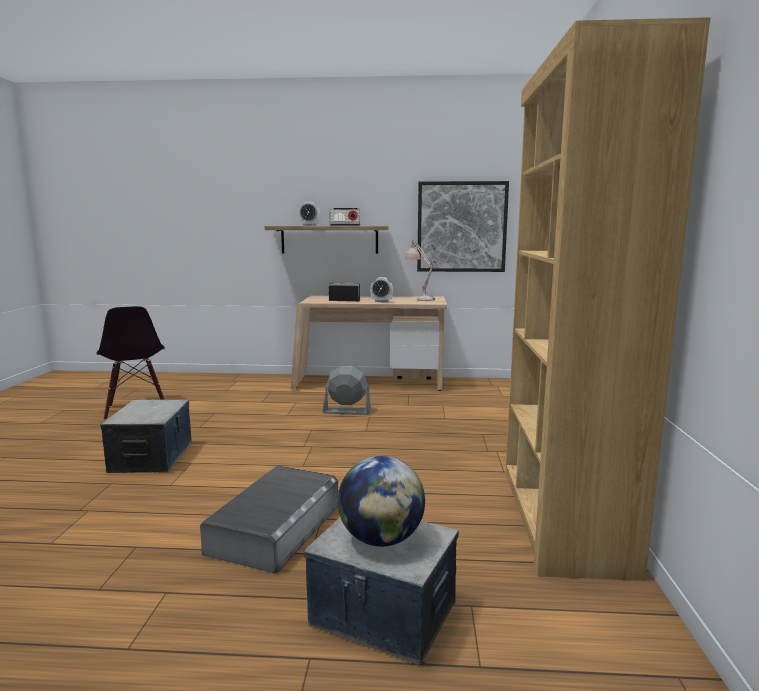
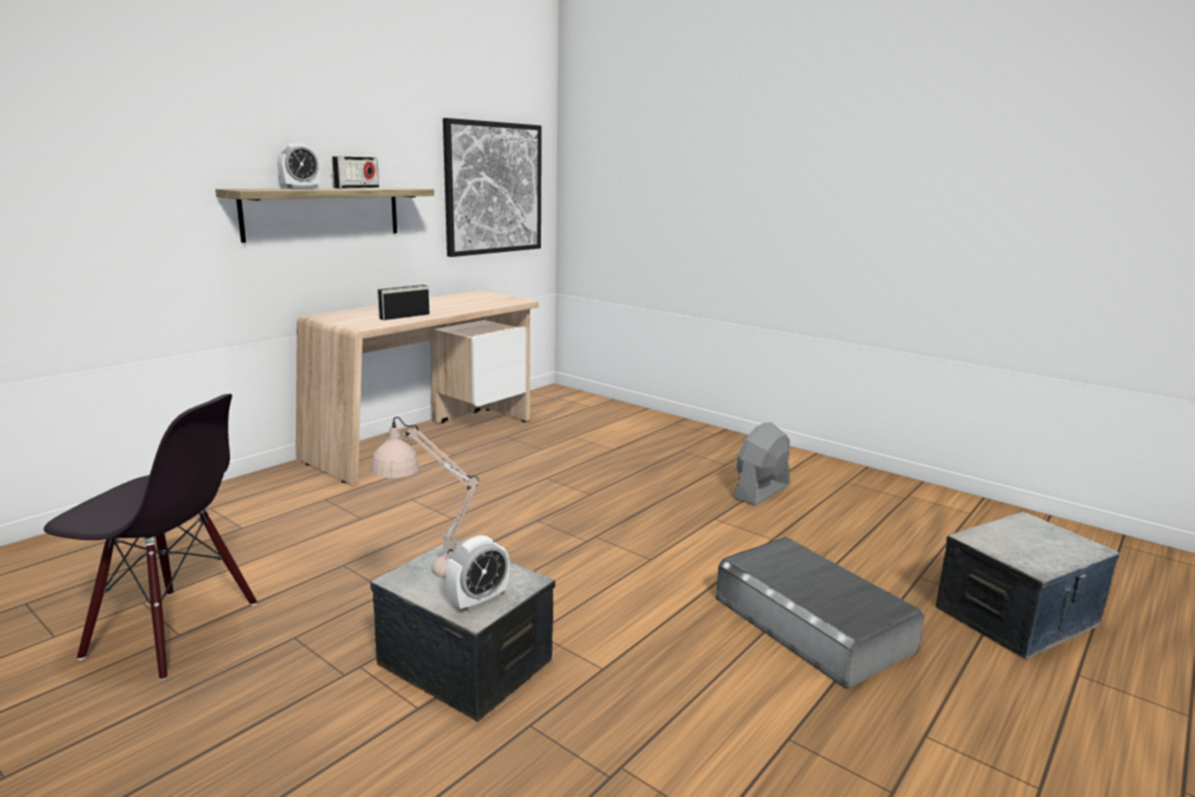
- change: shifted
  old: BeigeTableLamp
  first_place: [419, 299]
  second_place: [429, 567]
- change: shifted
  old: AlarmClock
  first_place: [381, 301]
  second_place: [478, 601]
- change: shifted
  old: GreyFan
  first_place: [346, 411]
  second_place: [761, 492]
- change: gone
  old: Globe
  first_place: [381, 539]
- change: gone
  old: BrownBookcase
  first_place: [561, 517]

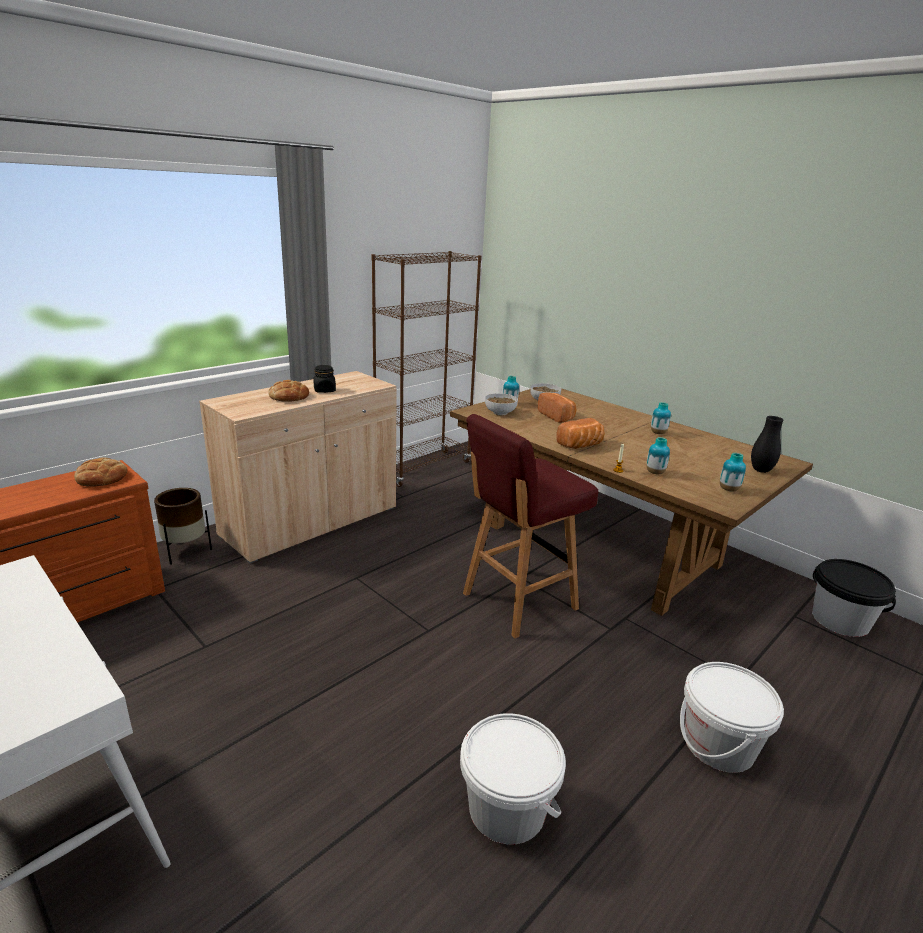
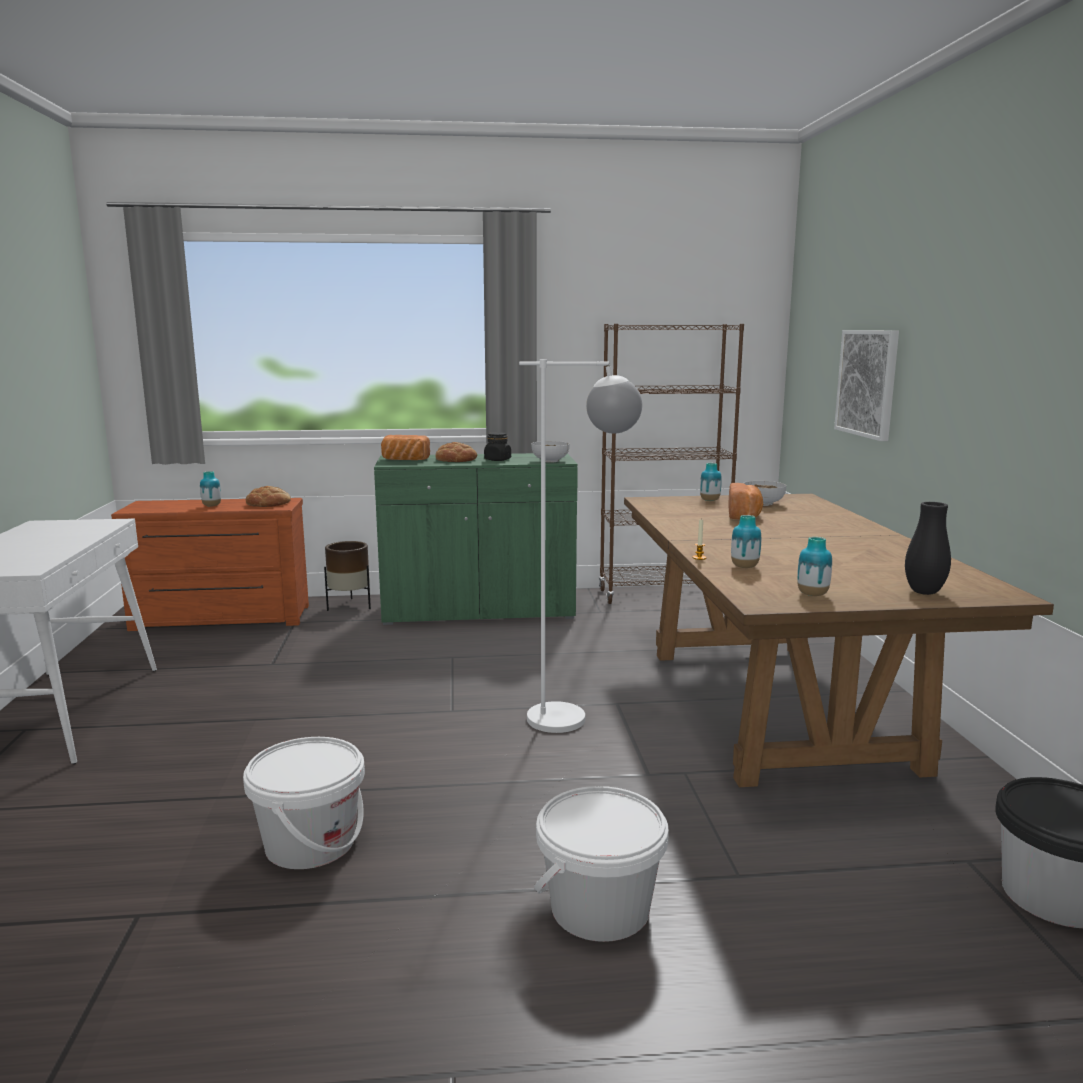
- change: shifted
  old: Vase
  first_place: [658, 433]
  second_place: [211, 506]
- change: repainted
  old: BeigeCabinet
  new: GreenCabinet
  first_place: [311, 522]
  second_place: [478, 610]
- change: shifted
  old: Bread
  first_place: [581, 445]
  second_place: [404, 460]
- change: swapped
  old: RedStool
  new: WhiteFloorLamp
  first_place: [517, 602]
  second_place: [577, 719]
- change: shifted
  old: Bowl
  first_place: [500, 413]
  second_place: [549, 461]
- change: new
  new: Picture
  second_place: [867, 383]

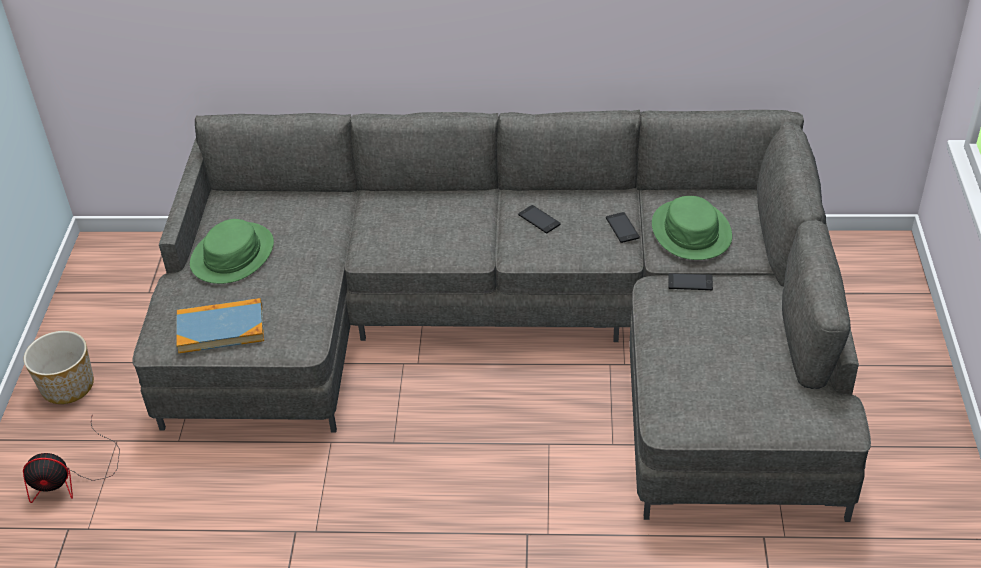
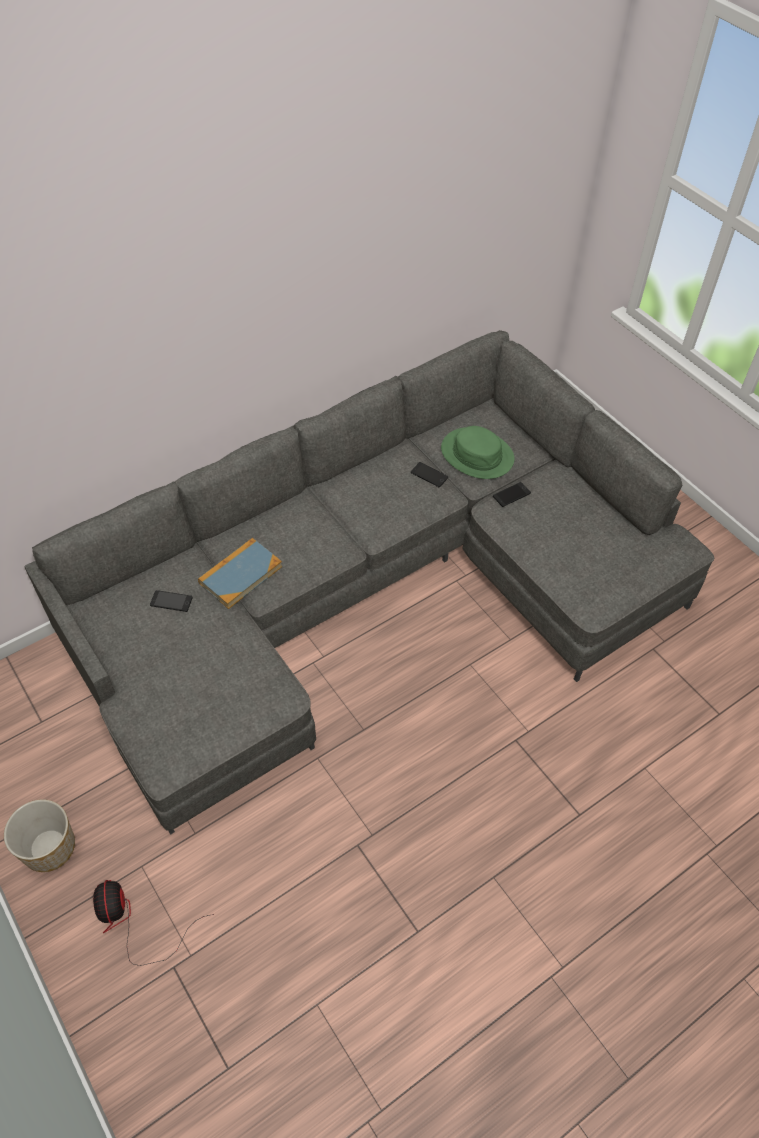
- change: rotated
  old: Fan
  first_place: [72, 477]
  second_place: [132, 922]
  degrees: 120
- change: shifted
  old: Phone
  first_place: [539, 219]
  second_place: [171, 601]
- change: shifted
  old: Book
  first_place: [221, 328]
  second_place: [240, 575]
- change: gone
  old: GreenHat
  first_place: [233, 254]

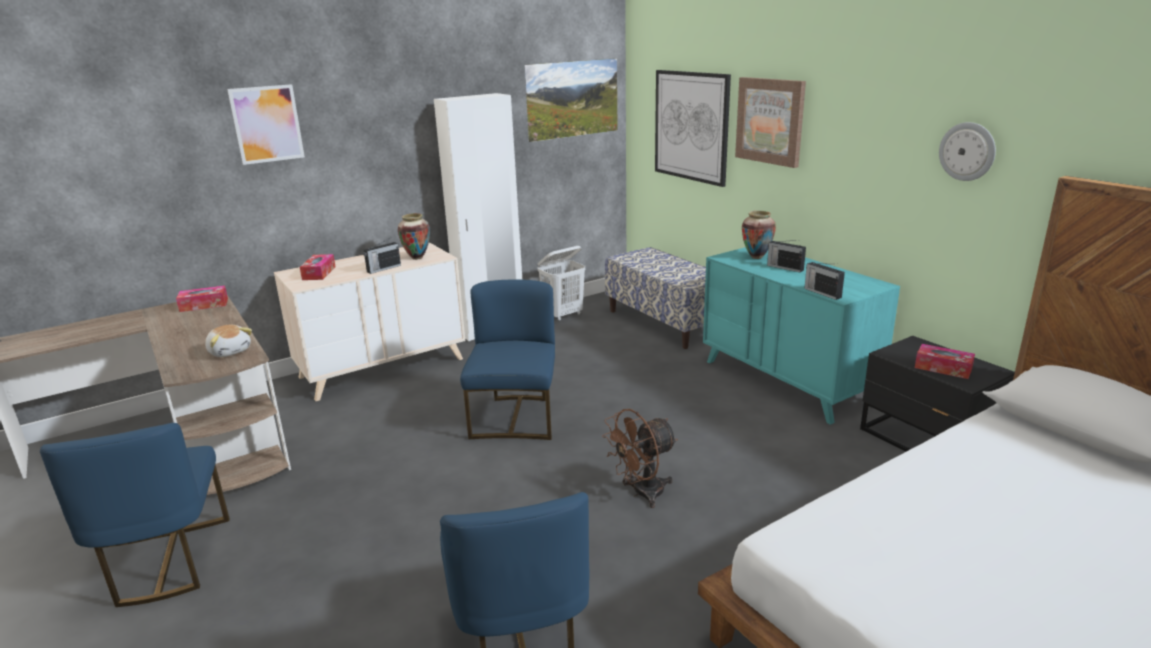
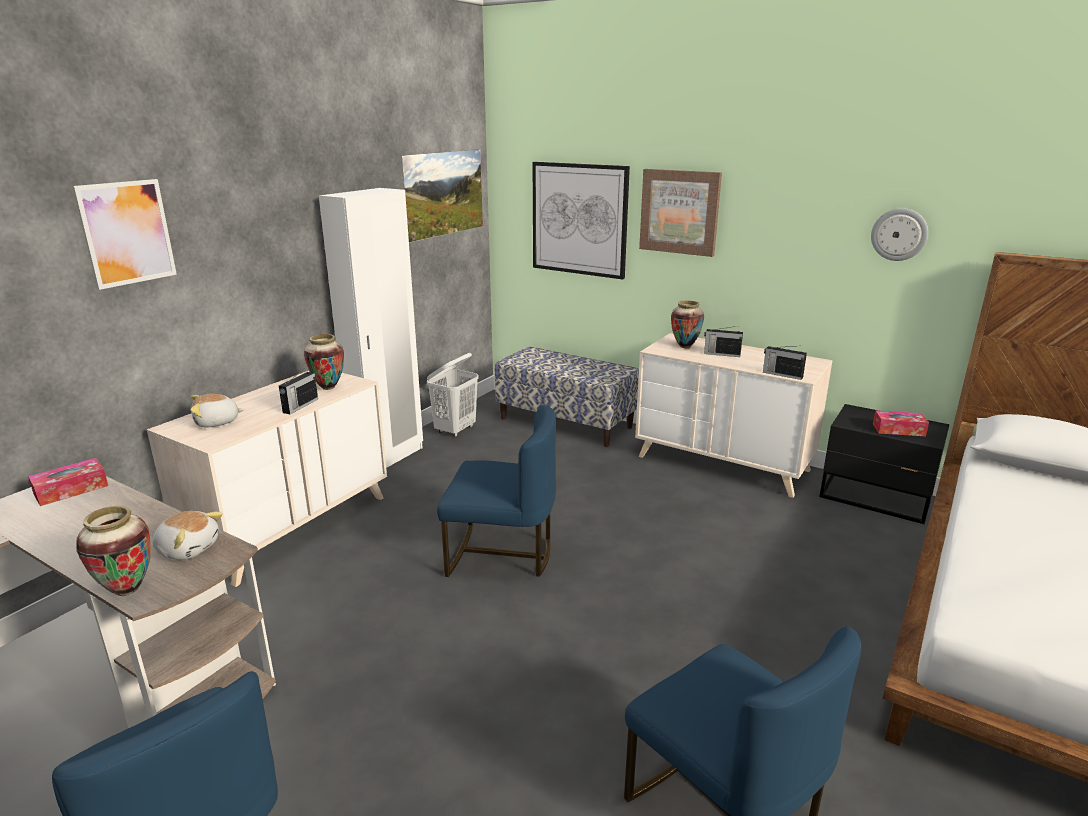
- change: new
  new: Vase
  second_place: [127, 590]
- change: swapped
  old: TissueBox
  new: PlushToy
  first_place: [319, 273]
  second_place: [217, 422]
- change: rotated
  old: BlueChair
  first_place: [515, 418]
  second_place: [501, 554]
  degrees: 120
- change: repainted
  old: TurquoiseDresser
  new: BeigeDresser
  first_place: [787, 381]
  second_place: [723, 463]
- change: gone
  old: BrownFan
  first_place: [641, 493]

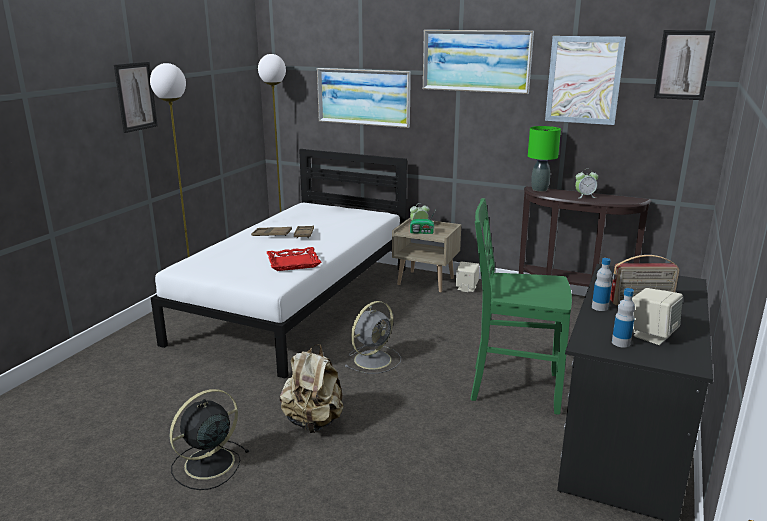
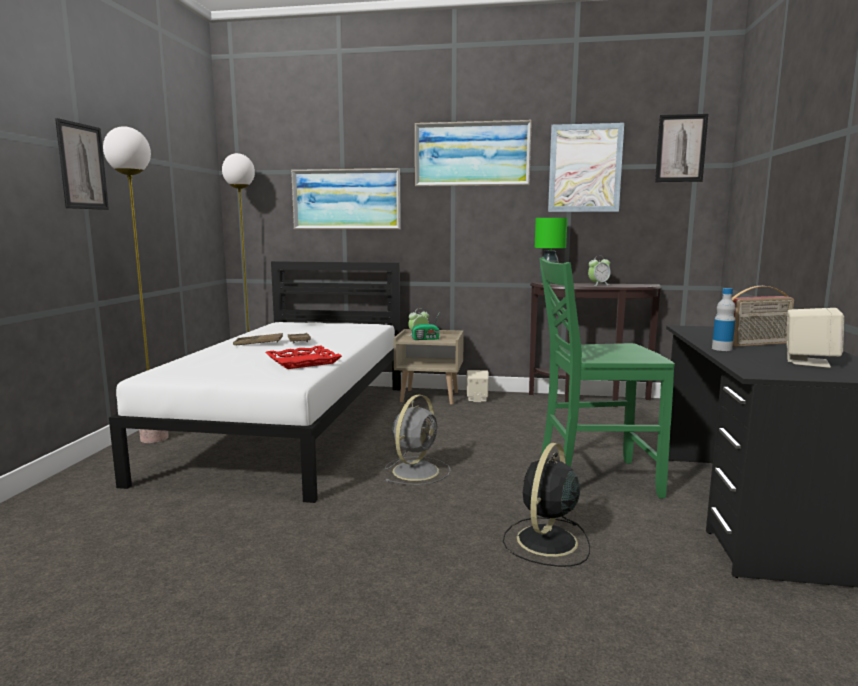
- change: shifted
  old: BlackFan
  first_place: [207, 464]
  second_place: [546, 542]
- change: gone
  old: BeigeBackpack
  first_place: [314, 422]
- change: gone
  old: Bottle
  first_place: [620, 343]

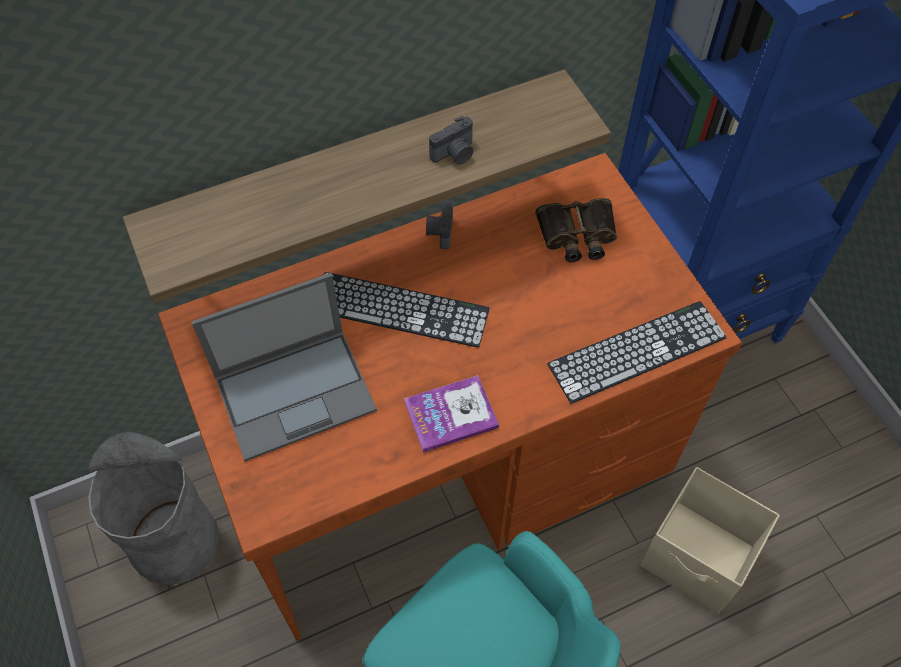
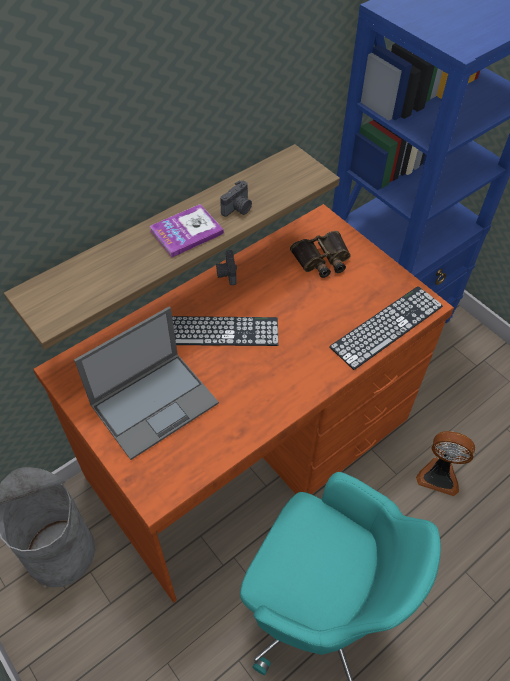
- change: shifted
  old: Book
  first_place: [451, 415]
  second_place: [186, 232]
- change: swapped
  old: BeigeStorageBox
  new: Fan
  first_place: [697, 558]
  second_place: [439, 475]

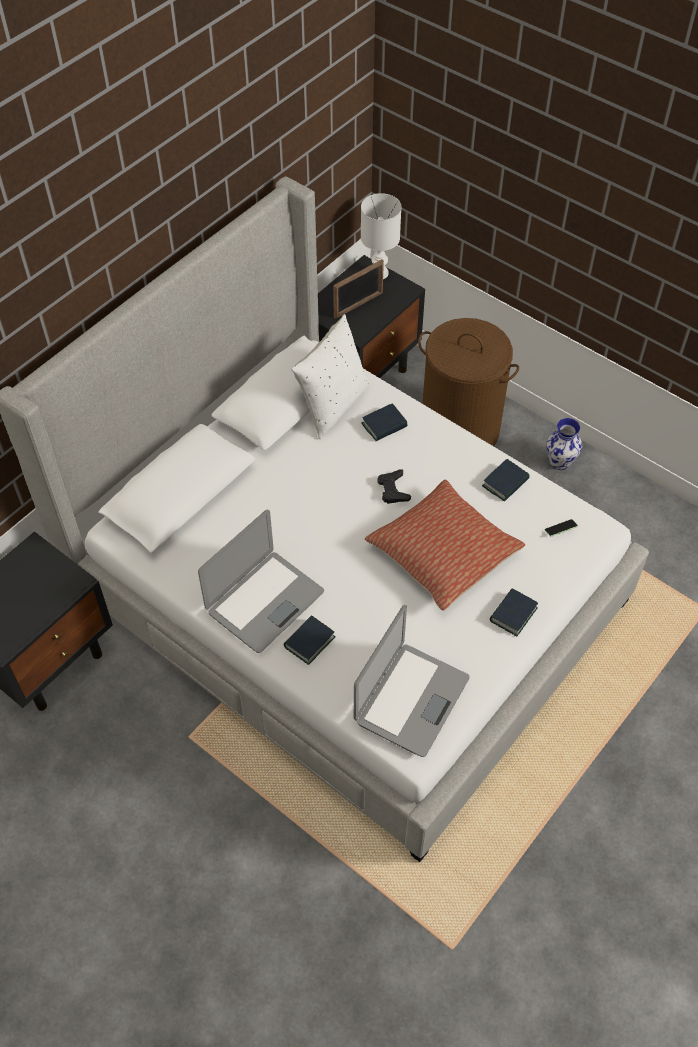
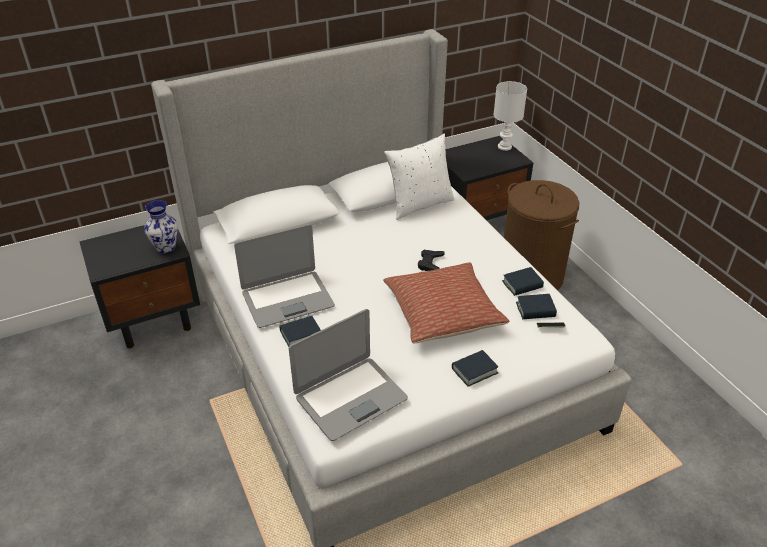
- change: shifted
  old: Vase
  first_place: [560, 462]
  second_place: [166, 247]
- change: shifted
  old: Book
  first_place: [384, 425]
  second_place: [535, 310]
- change: gone
  old: PictureFrame
  first_place: [358, 305]

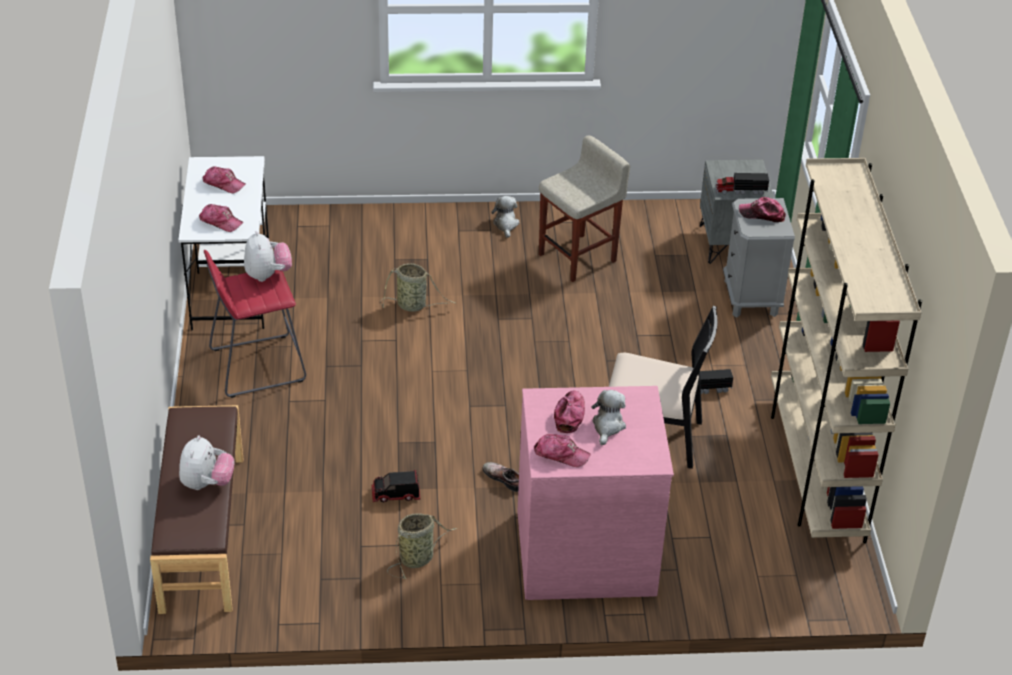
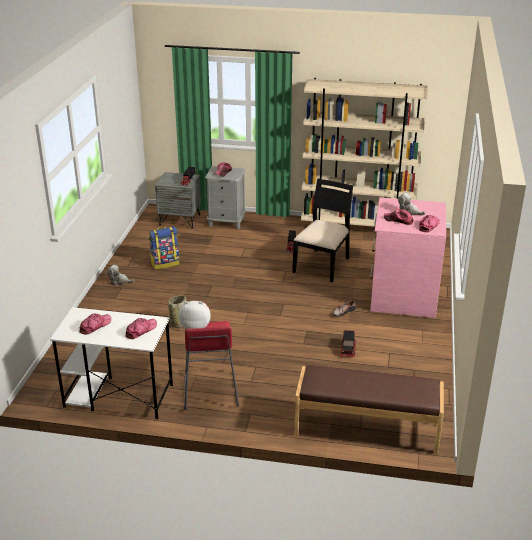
- change: swapped
  old: BeigeStool
  new: Backpack
  first_place: [578, 257]
  second_place: [165, 263]
- change: gone
  old: PlushToy
  first_place: [207, 483]
- change: gone
  old: Basket
  first_place: [418, 558]

